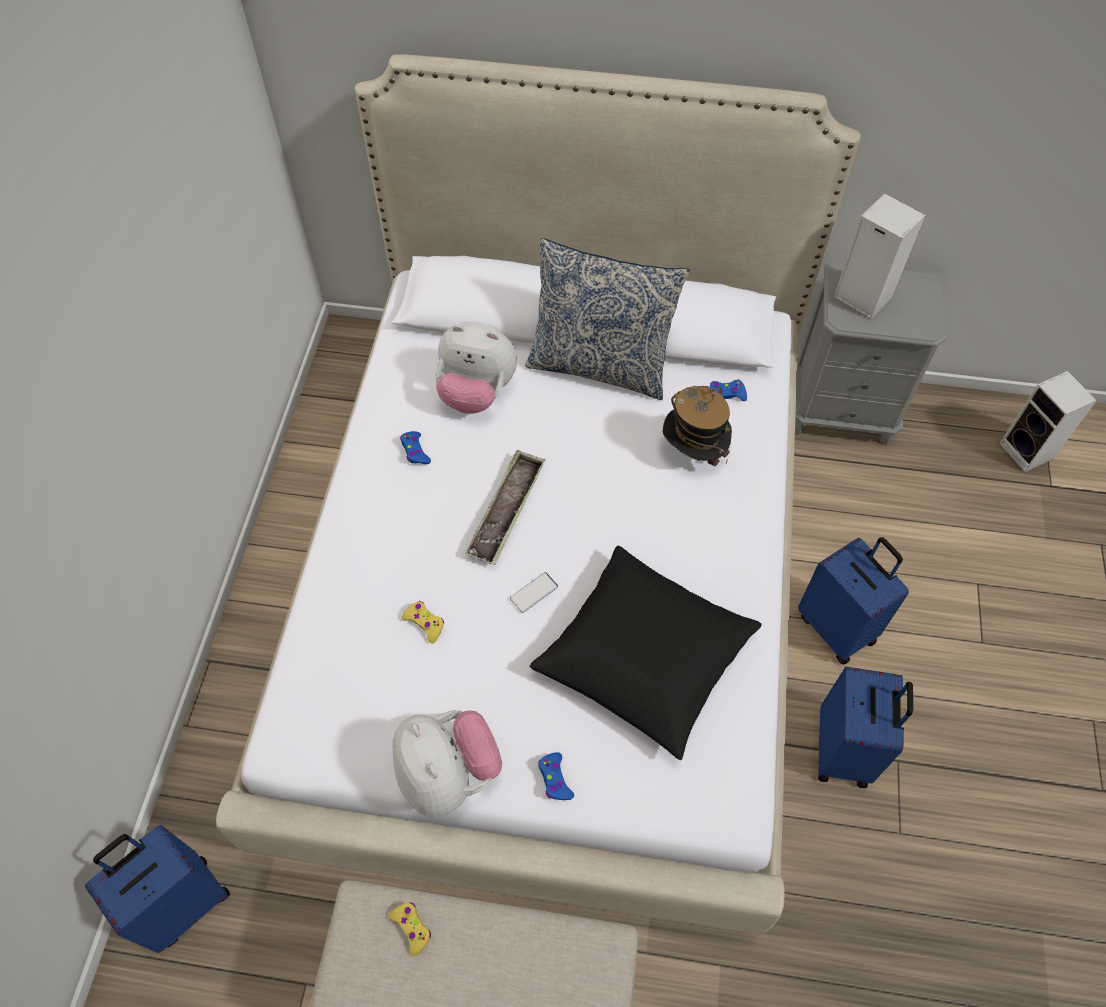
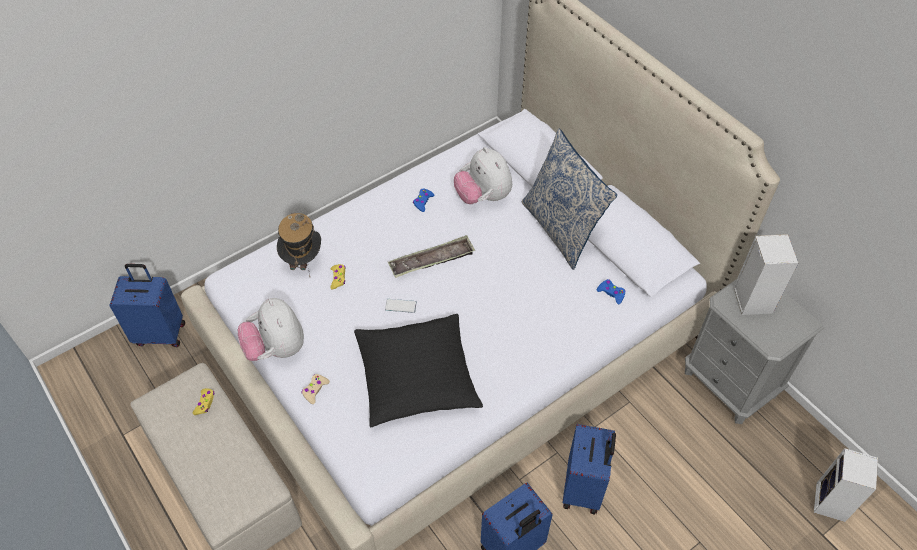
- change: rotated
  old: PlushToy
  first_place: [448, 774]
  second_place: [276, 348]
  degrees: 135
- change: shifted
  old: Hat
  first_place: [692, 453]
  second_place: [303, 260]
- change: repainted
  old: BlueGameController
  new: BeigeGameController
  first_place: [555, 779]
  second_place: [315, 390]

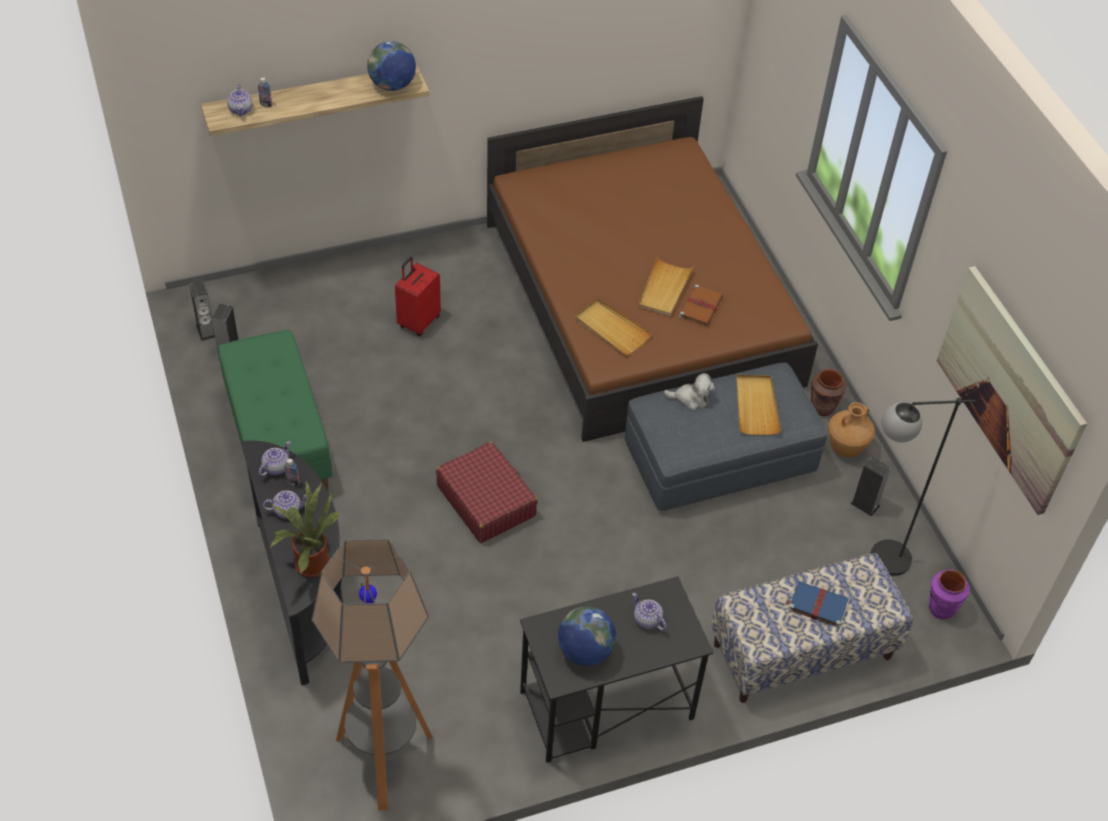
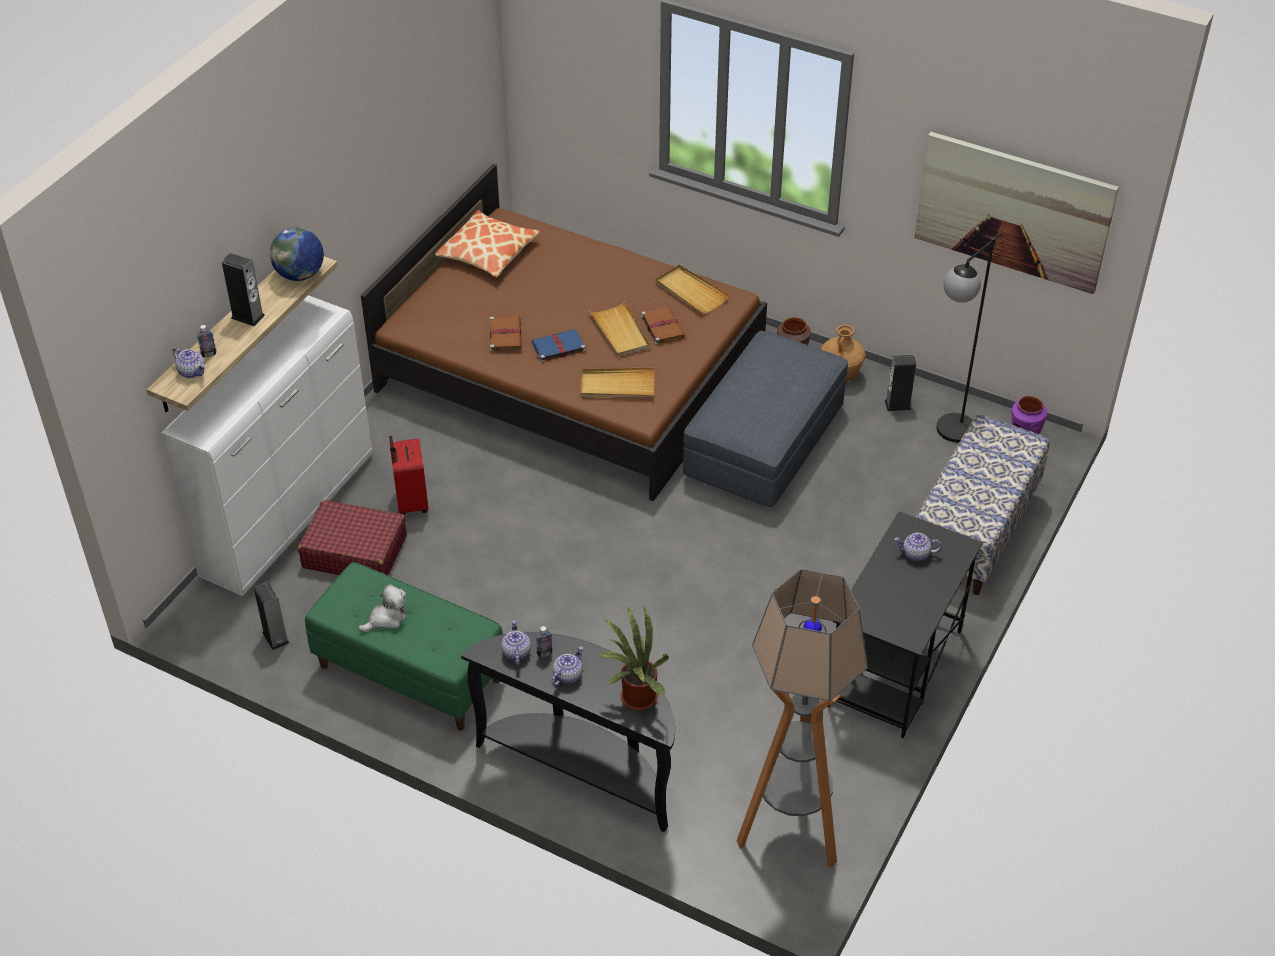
- change: new
  new: WhiteDresser
  second_place: [291, 515]
- change: shifted
  old: Speaker
  first_place: [206, 330]
  second_place: [247, 316]
- change: shifted
  old: RedSuitcase
  first_place: [486, 500]
  second_place: [354, 552]
- change: shifted
  old: PlushToy
  first_place: [691, 398]
  second_place: [386, 618]
- change: new
  new: Pillow
  second_place: [487, 252]
- change: new
  new: BrownBook
  second_place: [505, 334]
- change: shifted
  old: BlueBook
  first_place: [817, 605]
  second_place: [557, 347]
- change: shifted
  old: BeigeTray
  first_place: [756, 406]
  second_place: [690, 292]
- change: gone
  old: Globe
  first_place: [585, 651]

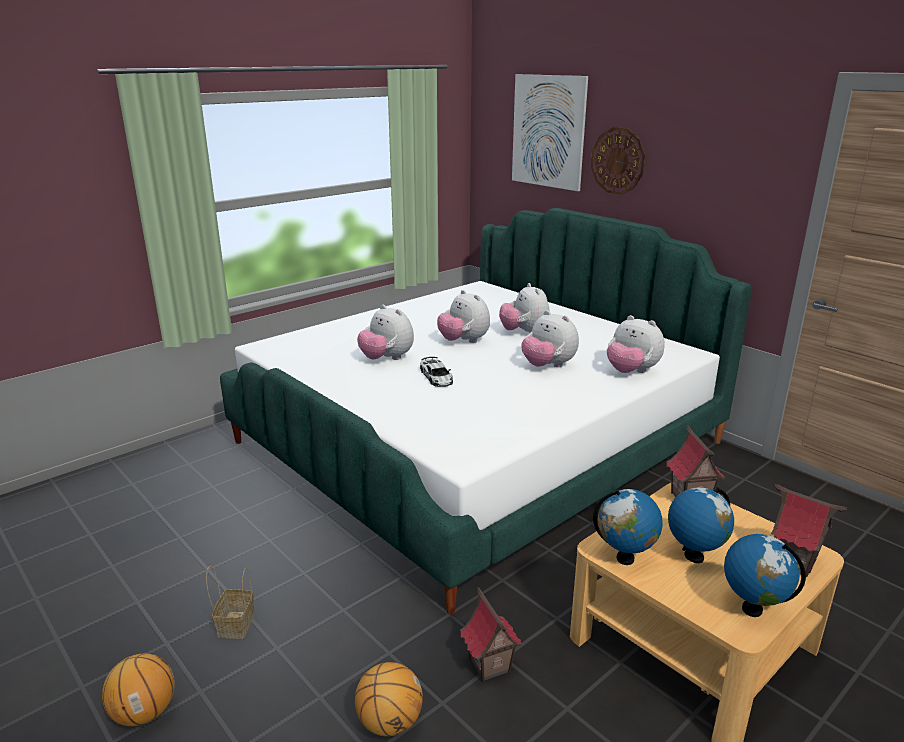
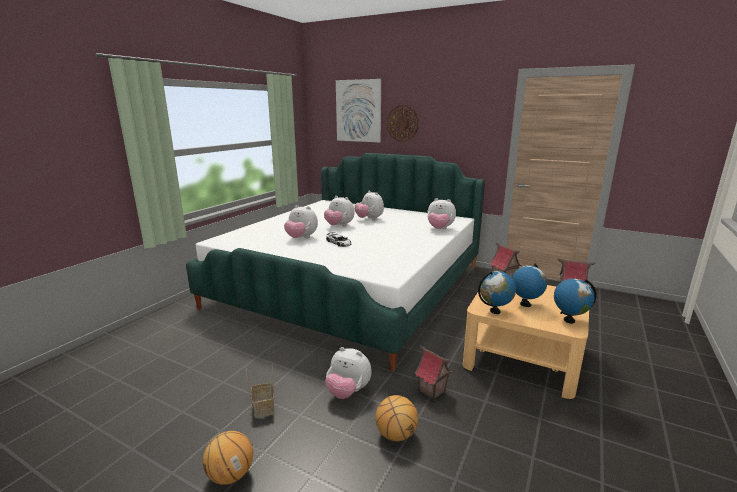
- change: shifted
  old: PlushToy
  first_place: [548, 366]
  second_place: [348, 392]

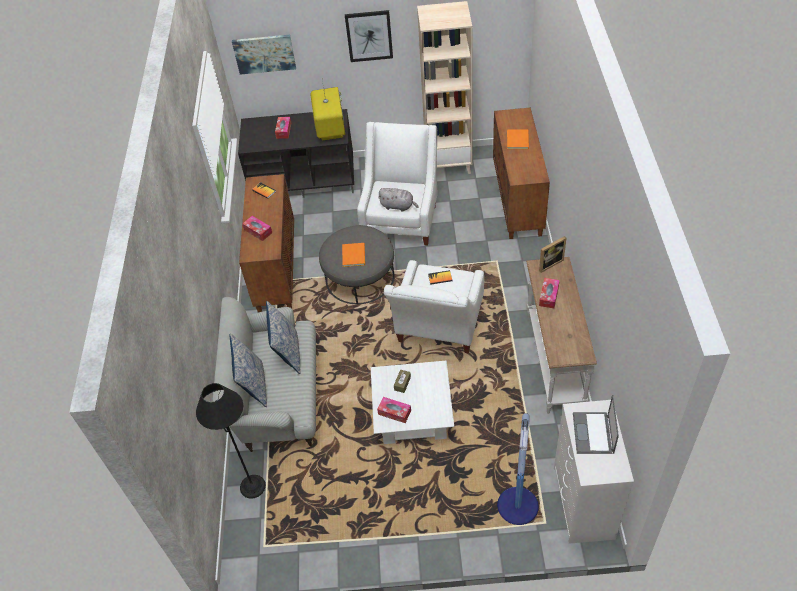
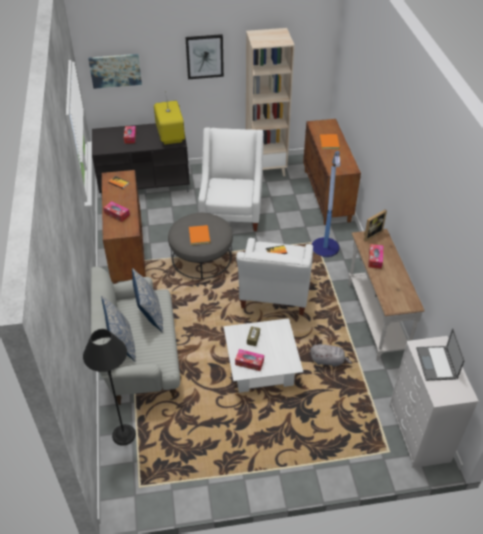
- change: shifted
  old: GreyPlushToy
  first_place: [398, 206]
  second_place: [328, 361]
- change: shifted
  old: FloorLamp
  first_place: [517, 508]
  second_place: [325, 248]

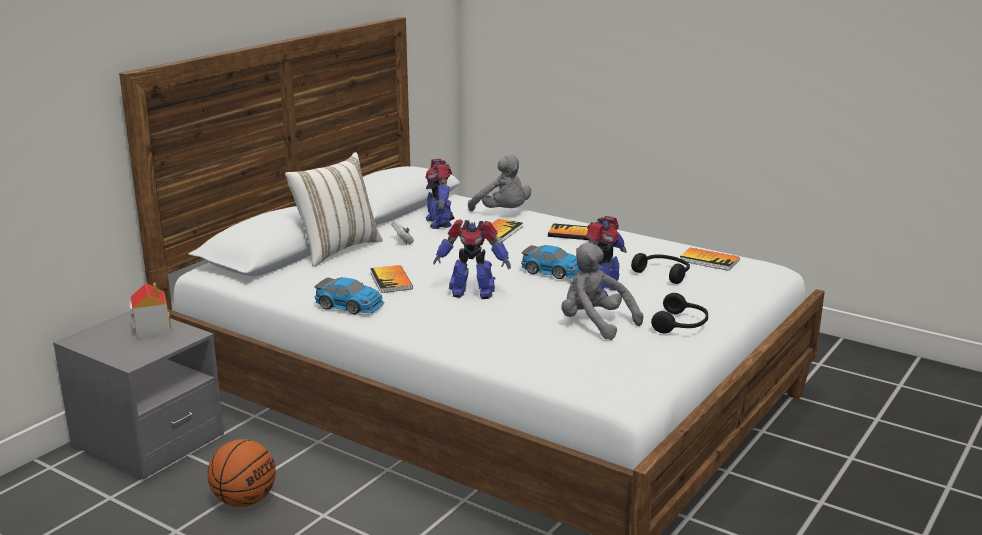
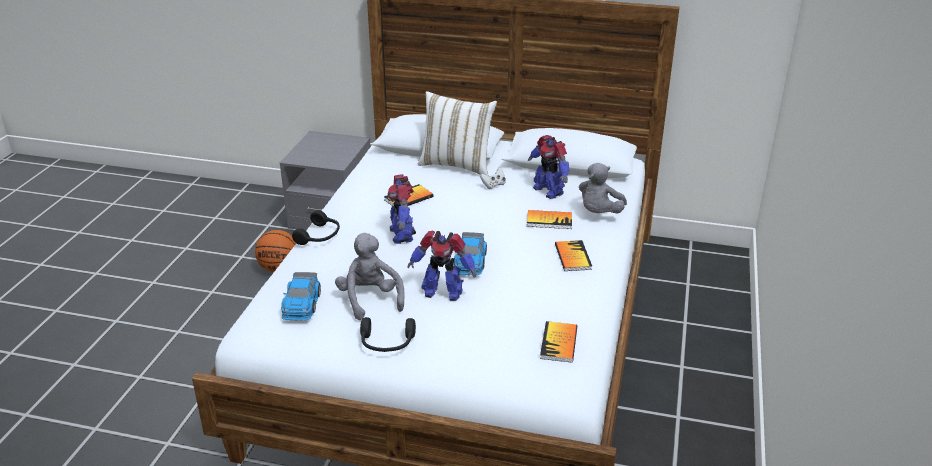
- change: shifted
  old: ToyCar
  first_place: [350, 306]
  second_place: [301, 304]
- change: shifted
  old: BlackHeadphones
  first_place: [663, 274]
  second_place: [320, 236]
- change: rotated
  old: GreyPlushToy
  first_place: [595, 324]
  second_place: [370, 299]
  degrees: -45
- change: rotated
  old: ToyRobot
  first_place: [439, 223]
  second_place: [548, 190]
  degrees: -90
- change: gone
  old: ToyHouse
  first_place: [152, 329]

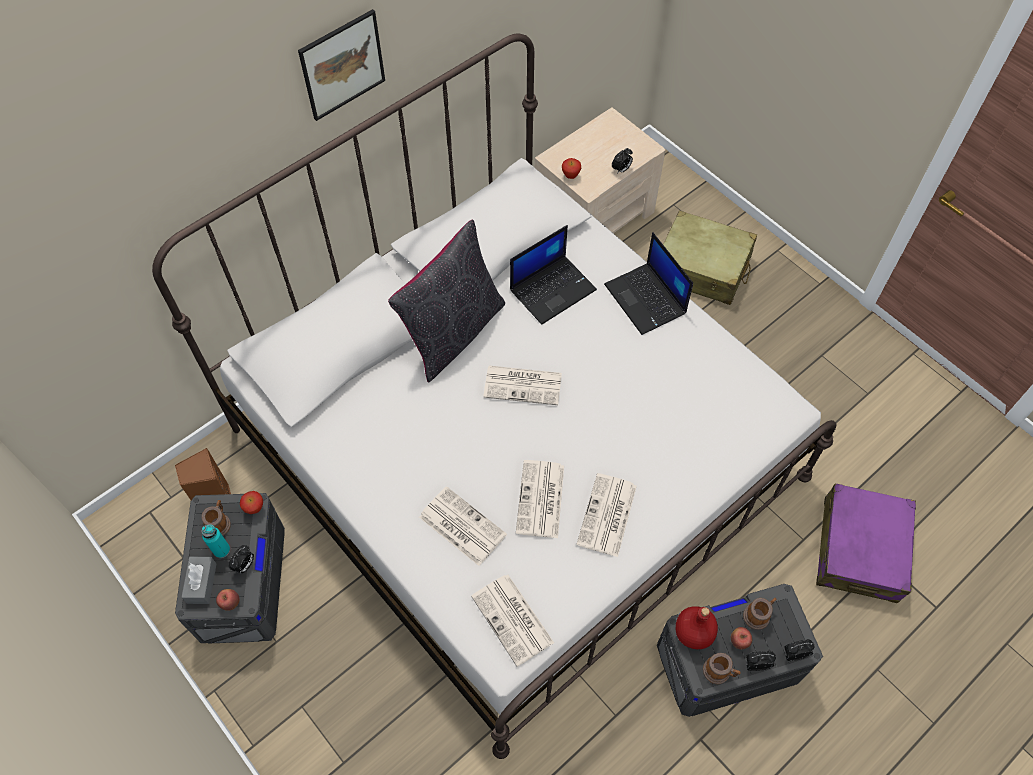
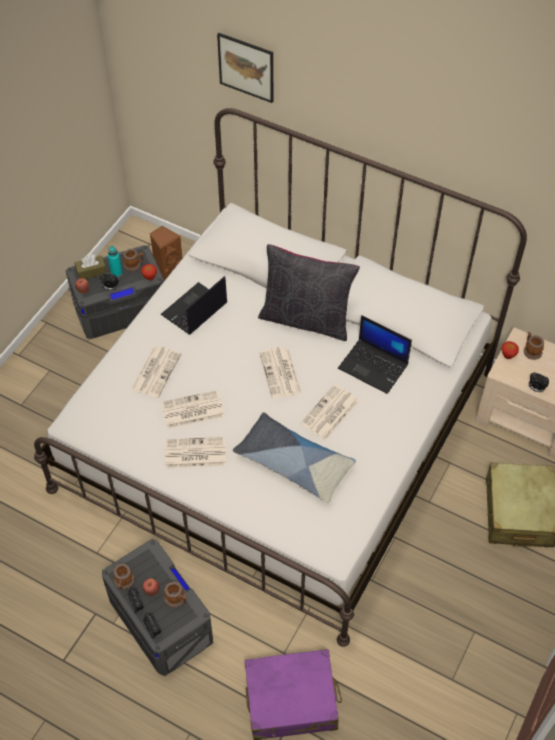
- change: repainted
  old: GreyTissueBox
  new: BrownTissueBox
  first_place: [201, 583]
  second_place: [91, 272]
- change: shifted
  old: Laptop
  first_place: [646, 299]
  second_place: [194, 310]
- change: shifted
  old: Picture
  first_place: [342, 65]
  second_place: [246, 67]
- change: new
  new: Pillow
  second_place: [294, 462]
- change: shifted
  old: Newspaper
  first_place: [513, 620]
  second_place: [329, 413]
- change: new
  new: Mug
  second_place: [531, 350]
- change: gone
  old: RedBottle
  first_place: [694, 634]

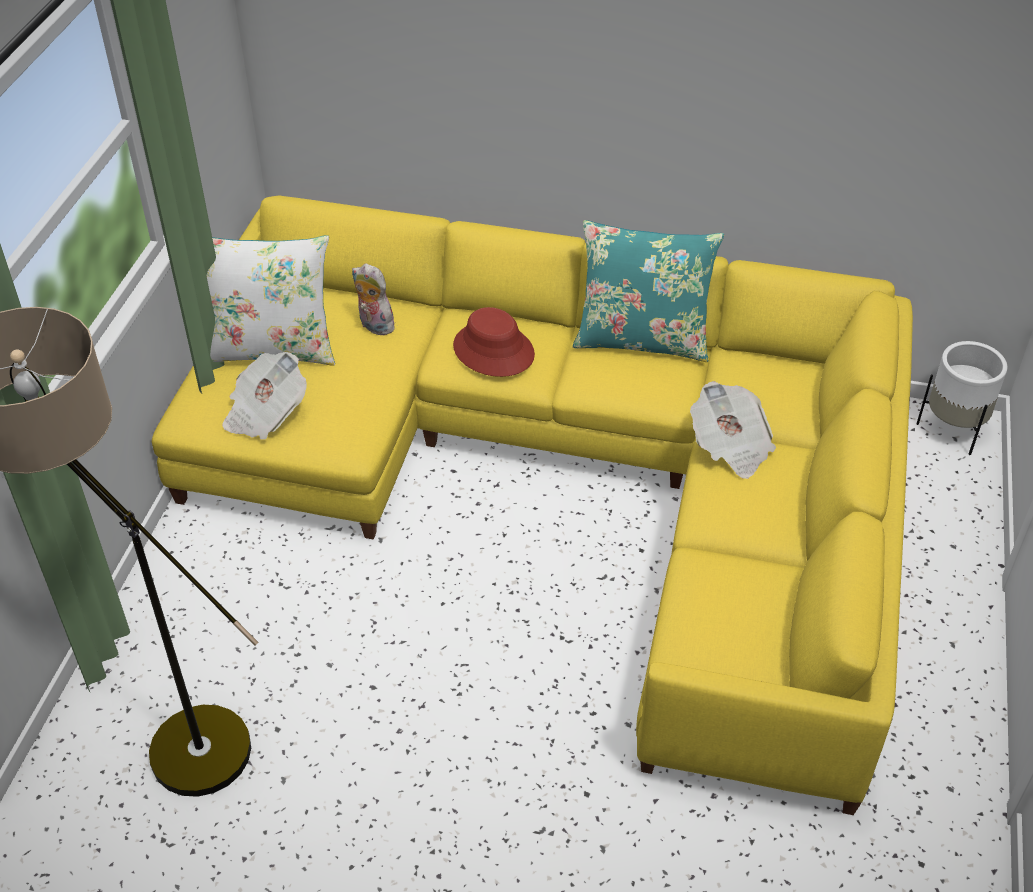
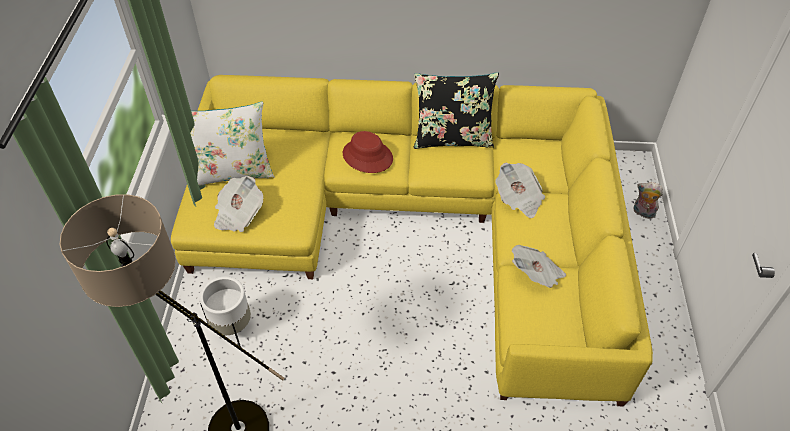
- change: shifted
  old: WhitePlanter
  first_place: [953, 430]
  second_place: [233, 329]
- change: repainted
  old: TurquoisePillow
  new: BlackPillow
  first_place: [642, 340]
  second_place: [452, 138]
- change: new
  new: Newspaper
  second_place: [536, 275]
- change: shifted
  old: PlushToy
  first_place: [374, 326]
  second_place: [642, 213]

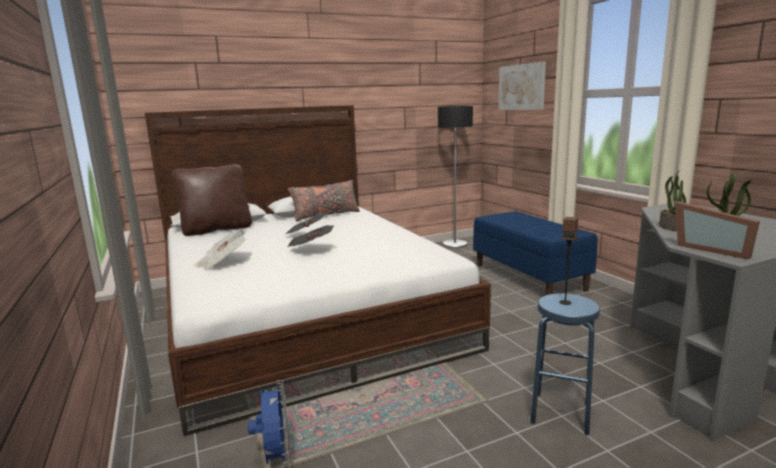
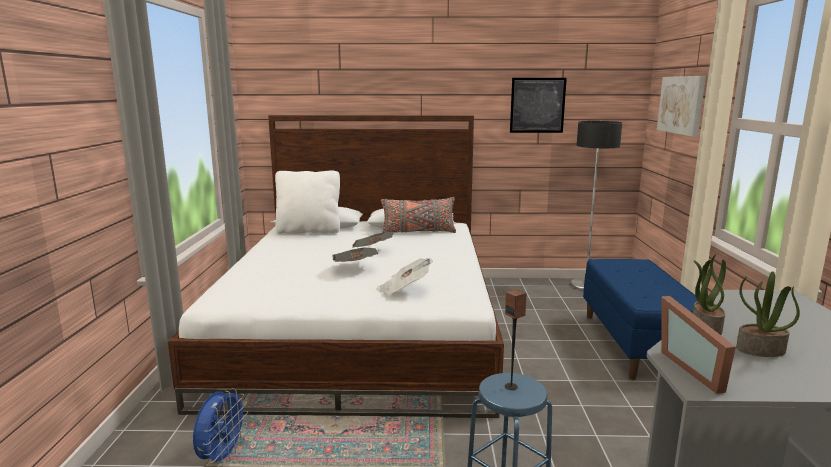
- change: repainted
  old: BrownPillow
  new: WhitePillow
  first_place: [217, 229]
  second_place: [309, 231]
- change: shifted
  old: Newspaper
  first_place: [222, 262]
  second_place: [404, 290]
- change: new
  new: Picture
  second_place: [537, 105]

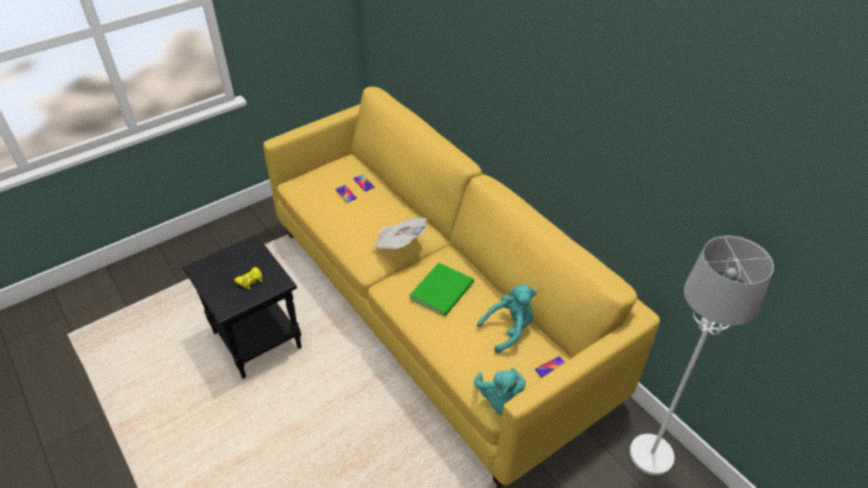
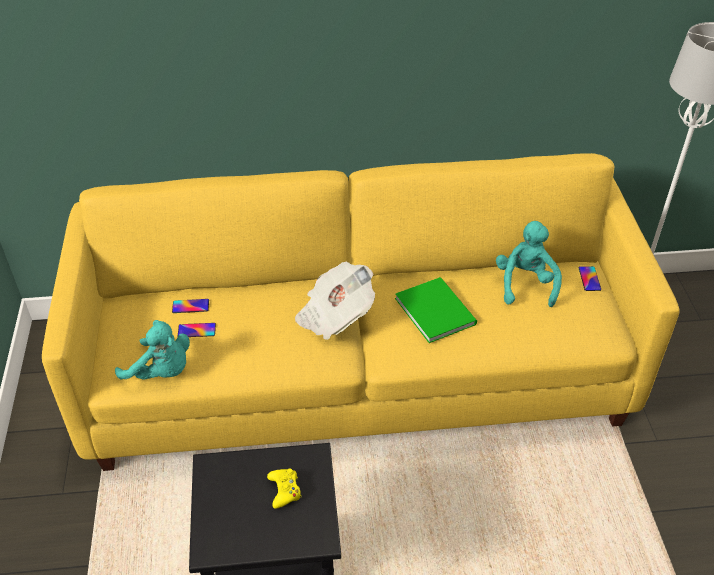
- change: shifted
  old: TurquoisePlushToy
  first_place: [502, 402]
  second_place: [161, 372]

